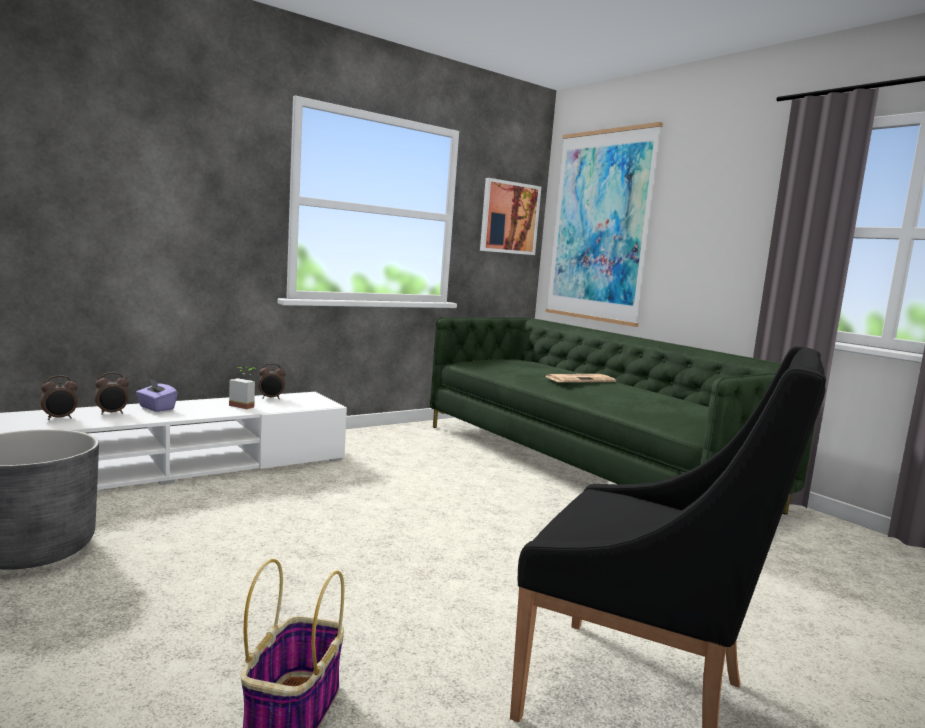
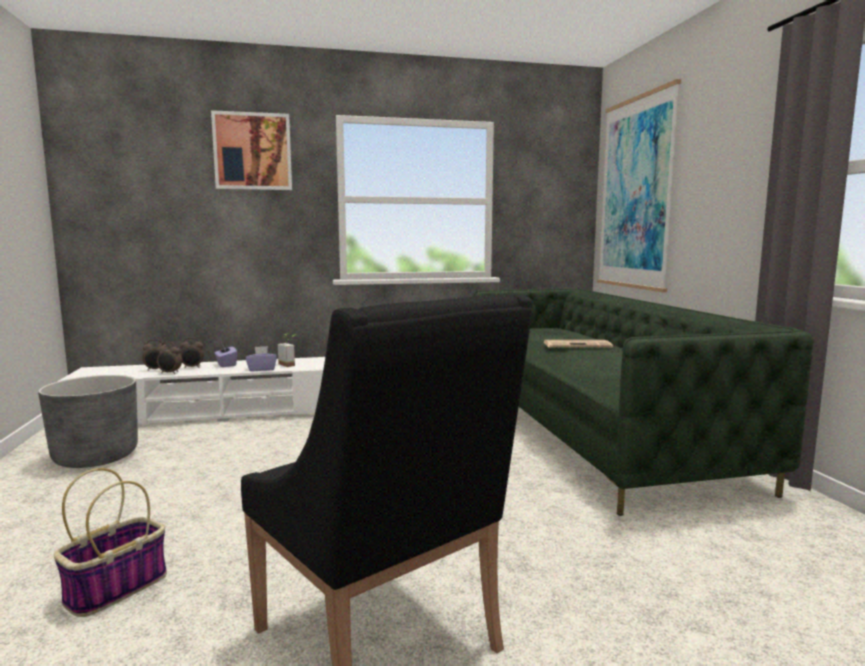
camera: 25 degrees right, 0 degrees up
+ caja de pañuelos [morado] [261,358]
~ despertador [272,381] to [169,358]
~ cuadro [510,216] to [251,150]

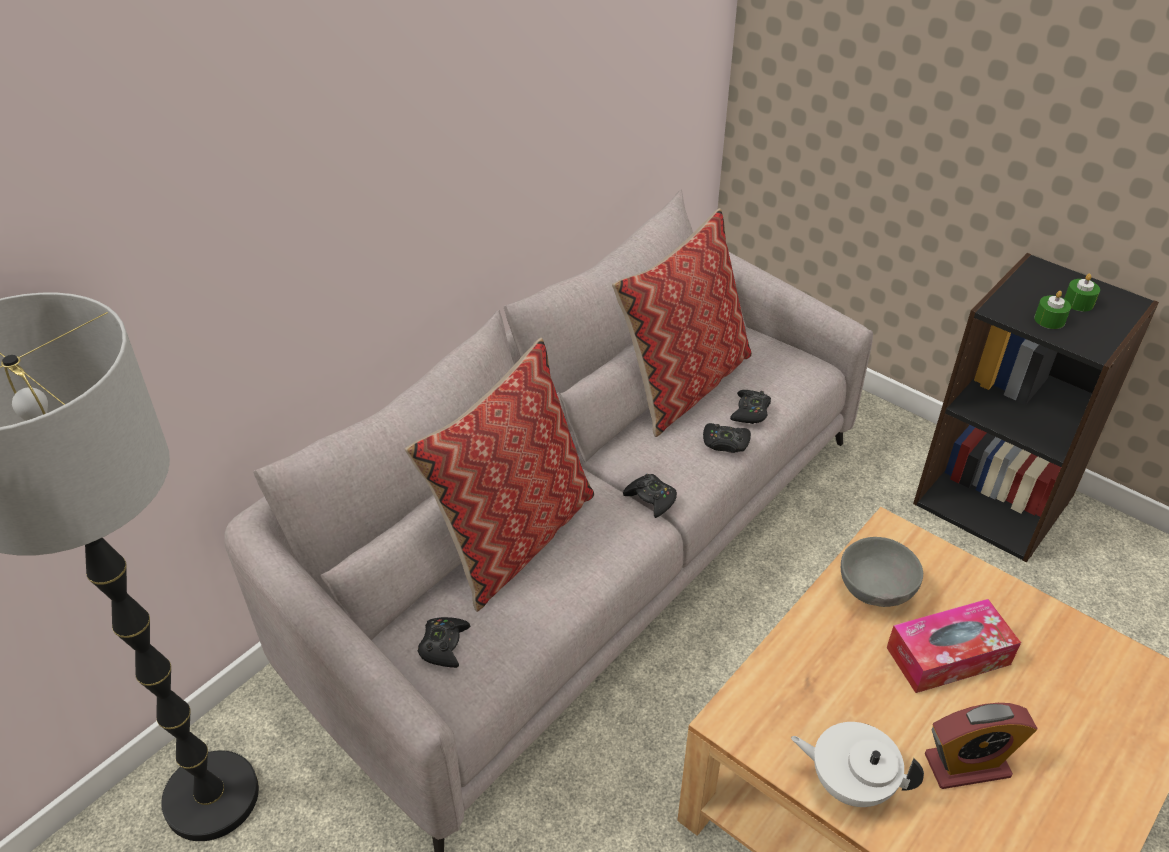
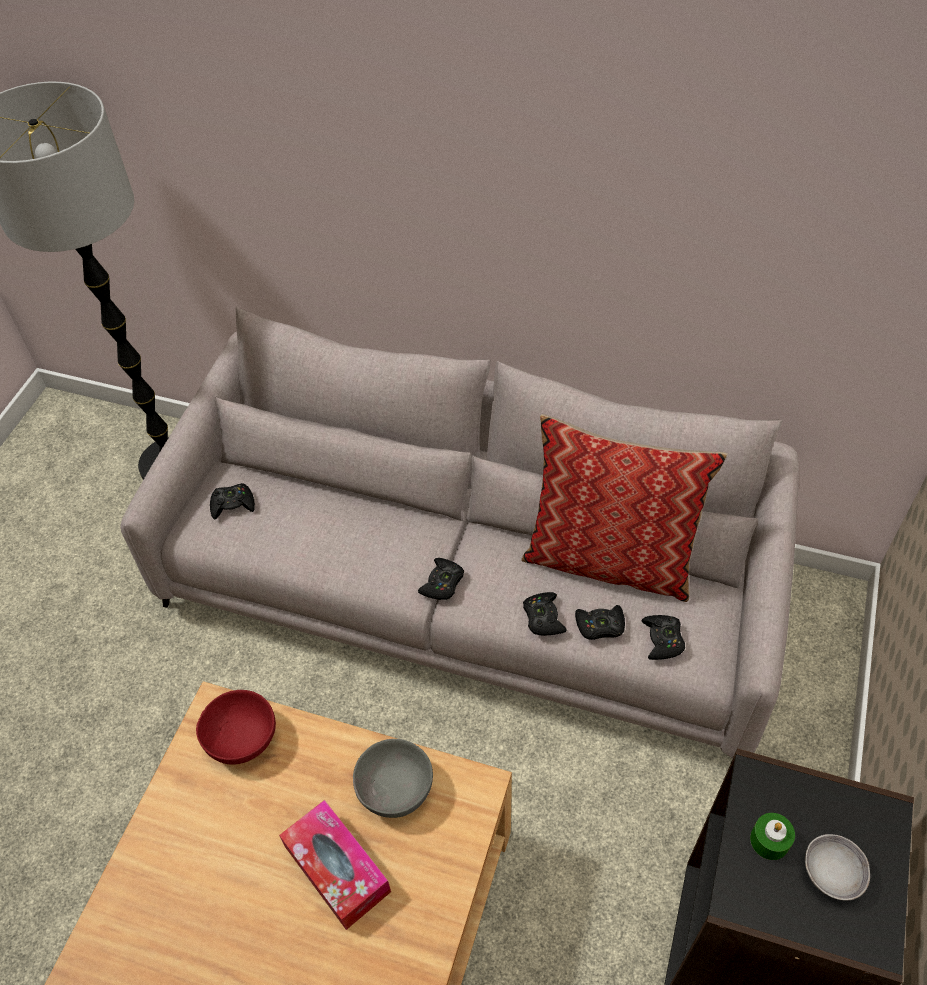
camera: 70 degrees right, 10 degrees up
- cojín [499,474]
- tetera [blanco] [857,764]
- despertador [981,746]
+ cuenco [rojo] [236,727]
+ mando de consola [negro] [663,637]
~ vela [verde] [1082,292] to cuenco [gris] [837,867]

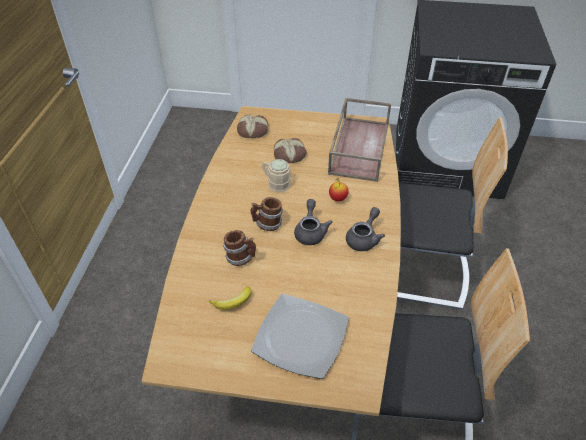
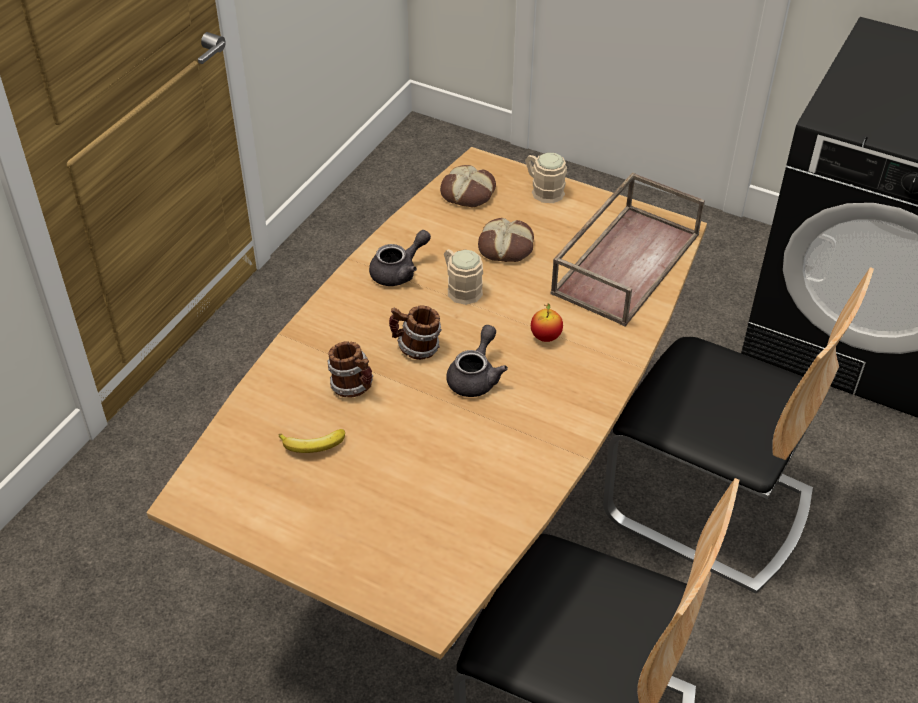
camera: 20 degrees right, 0 degrees up
- plato [300,336]
+ taza grande [beis] [546,177]
~ tetera [gris] [365,229] to [400,258]

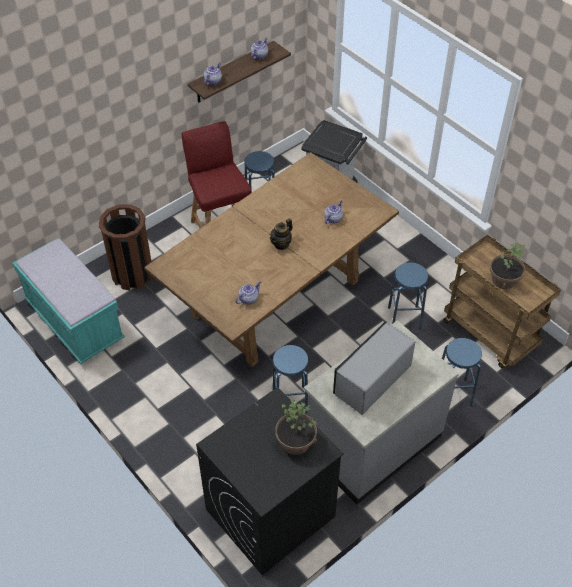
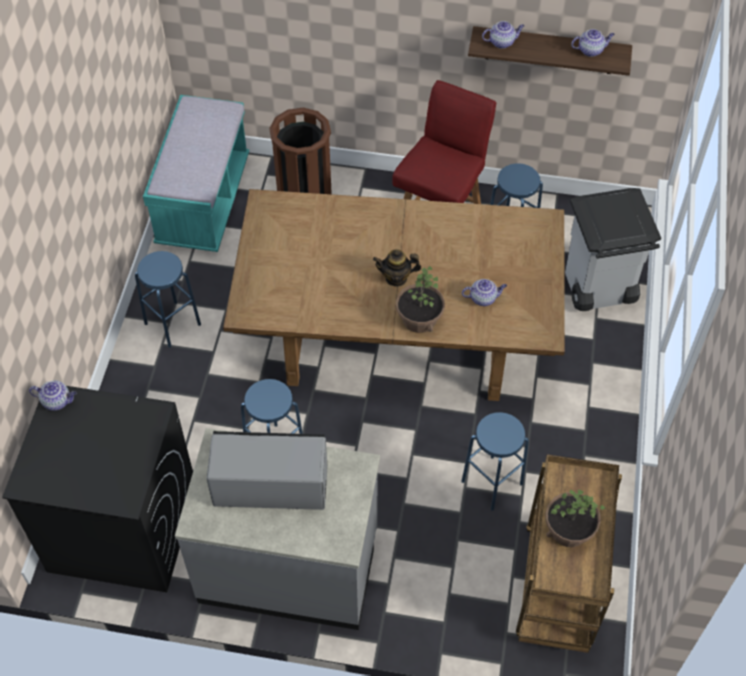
camera: 50 degrees right, 5 degrees up
~ tetera [248,293] to [52,396]
~ planta en maceta [296,427] to [420,299]
~ taburete [azul] [462,372] to [168,299]

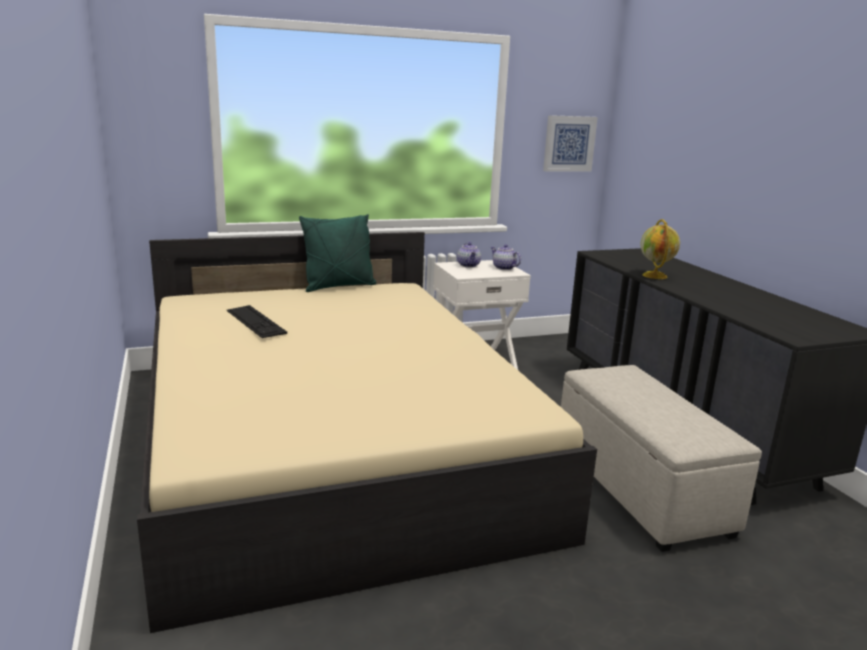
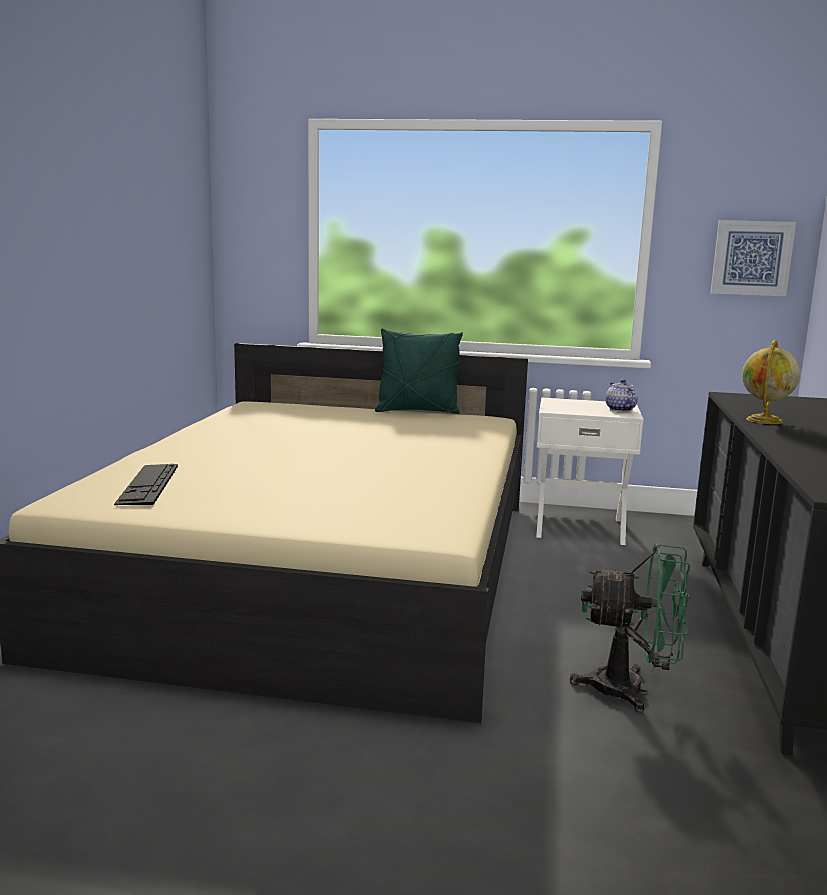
camera: 30 degrees right, 5 degrees down
- tetera [469,255]
~ teclado [256,321] to [146,484]
~ puf [beis] [661,458] to ventilador [verde] [630,628]

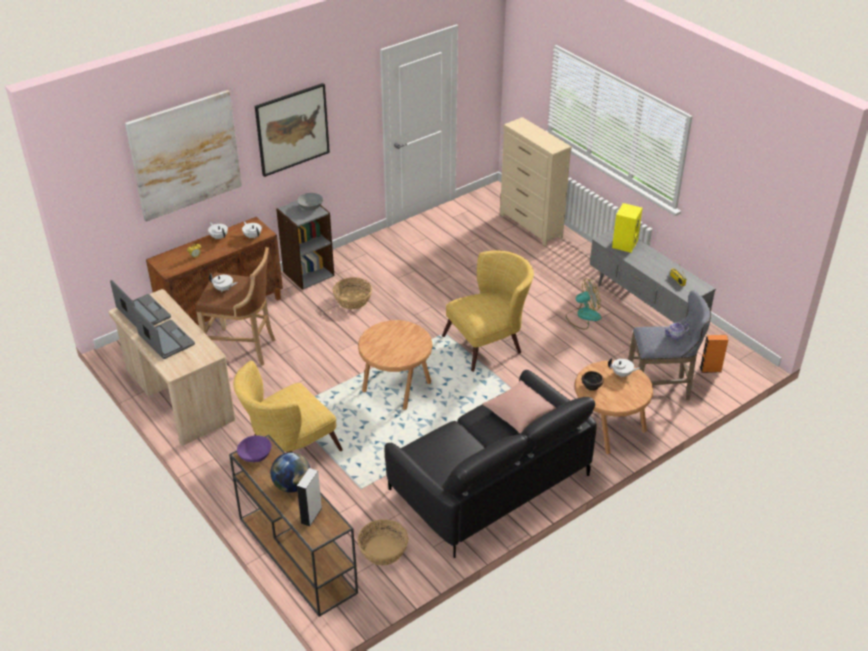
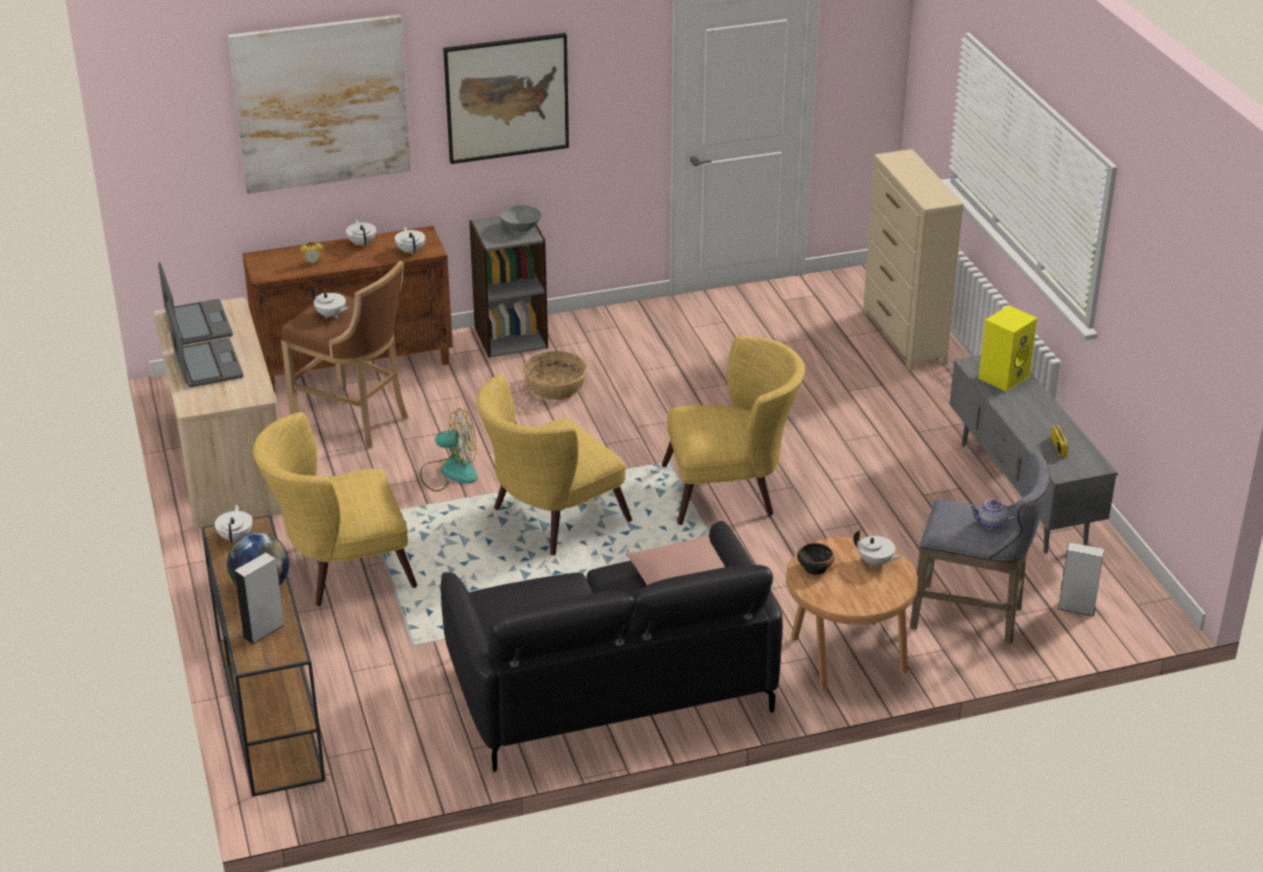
camera: 20 degrees right, 5 degrees down
- cesta [382,542]
~ ventilador [583,303] to [449,450]
~ cuenco [morado] [254,448] to tetera [blanco] [234,524]
~ mesa auxiliar [marrón] [395,365] to sillón [amarillo] [554,464]
~ altavoz [naranja] [714,354] to altavoz [gris] [1081,579]

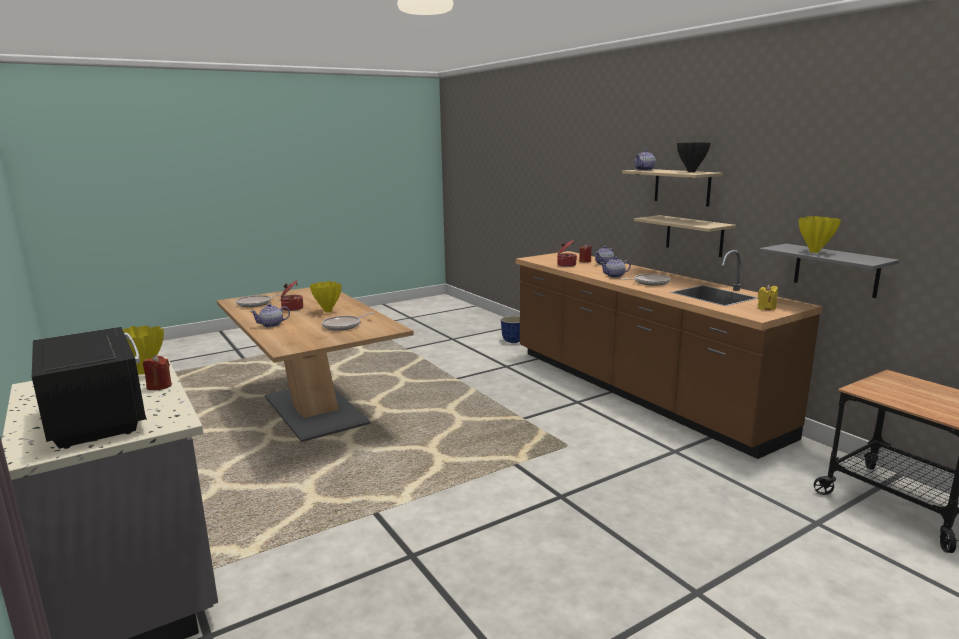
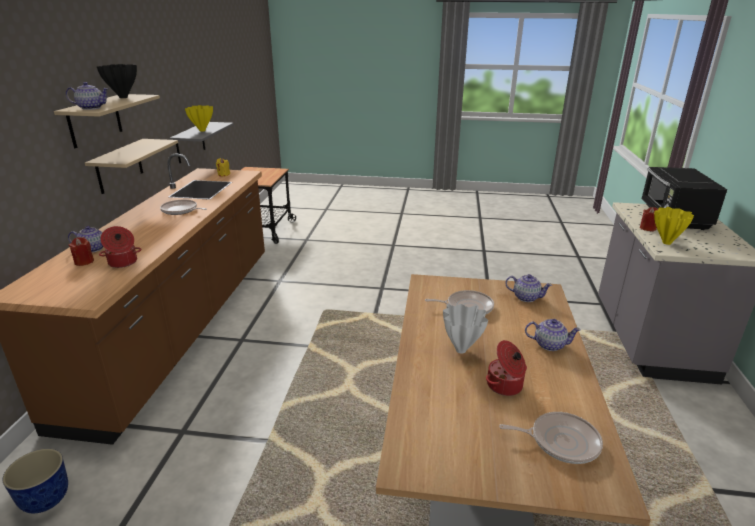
camera: 140 degrees left, 10 degrees up
~ tetera [615,267] to [528,288]
~ florero [amarillo] [325,297] to florero [blanco] [465,329]

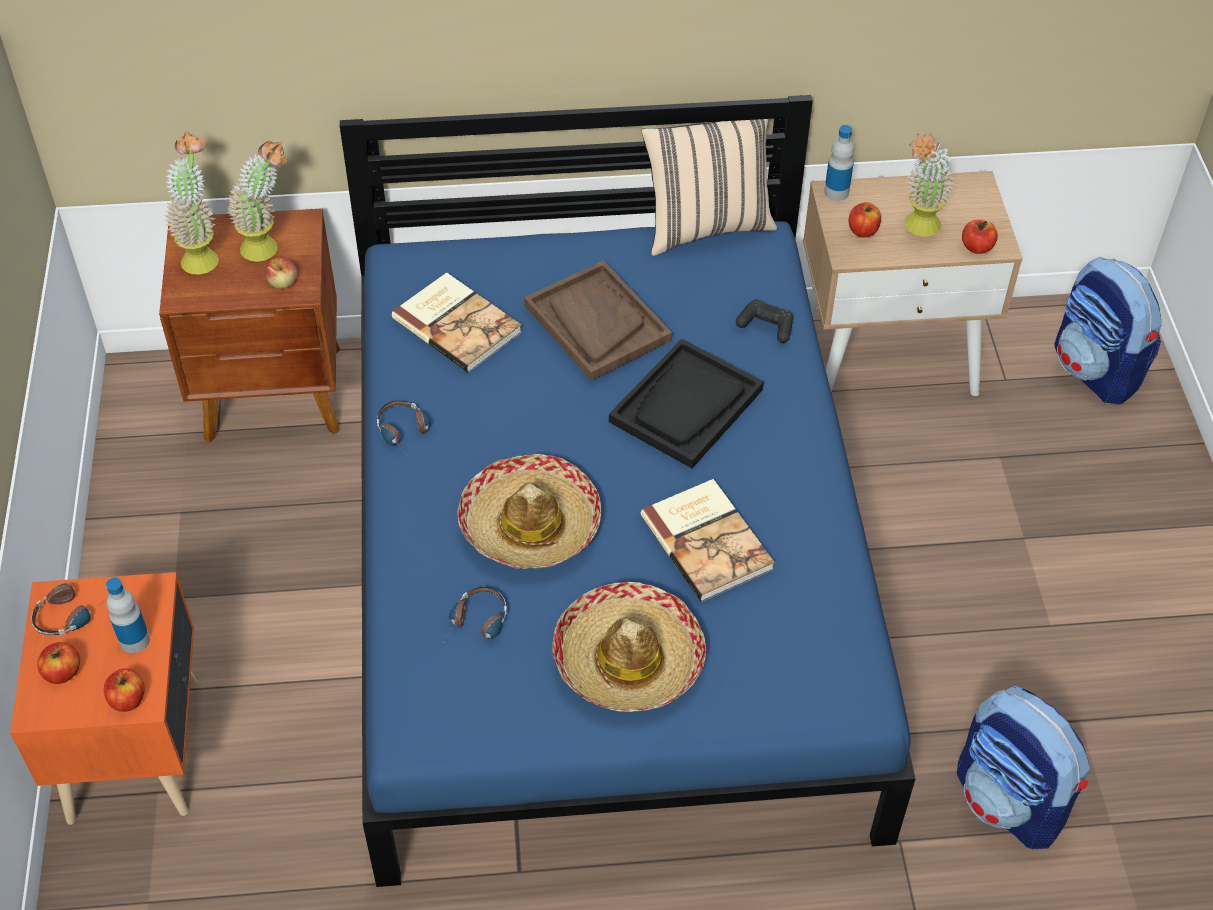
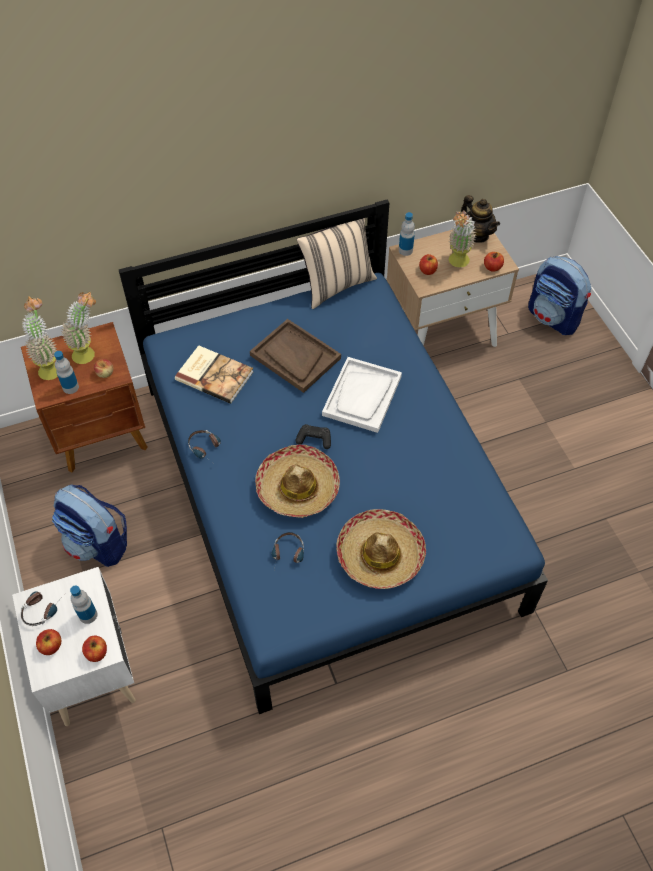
camera: 15 degrees left, 5 degrees up
- libro [708,540]
+ botella [66,372]
+ tetera [480,219]
~ mando de consola [negro] [764,321] to [313,436]
~ mochila [1023,767] to [89,526]
~ mesita de noche [naranja] [103,698] to mesita de noche [blanco] [73,646]
~ bandeja [negro] [686,403] to bandeja [blanco] [362,395]

